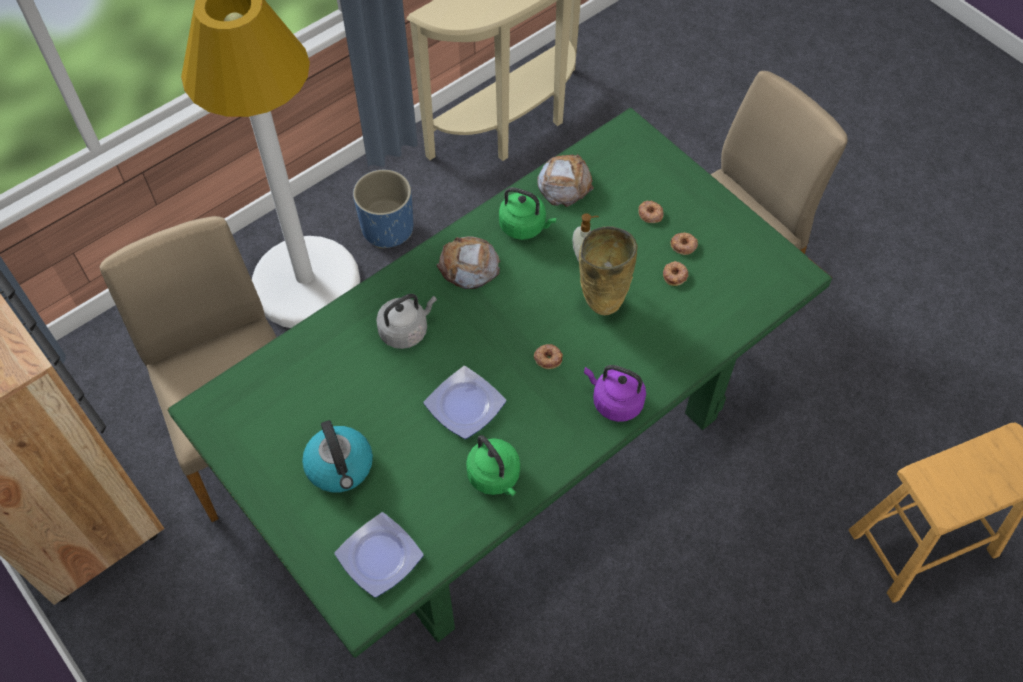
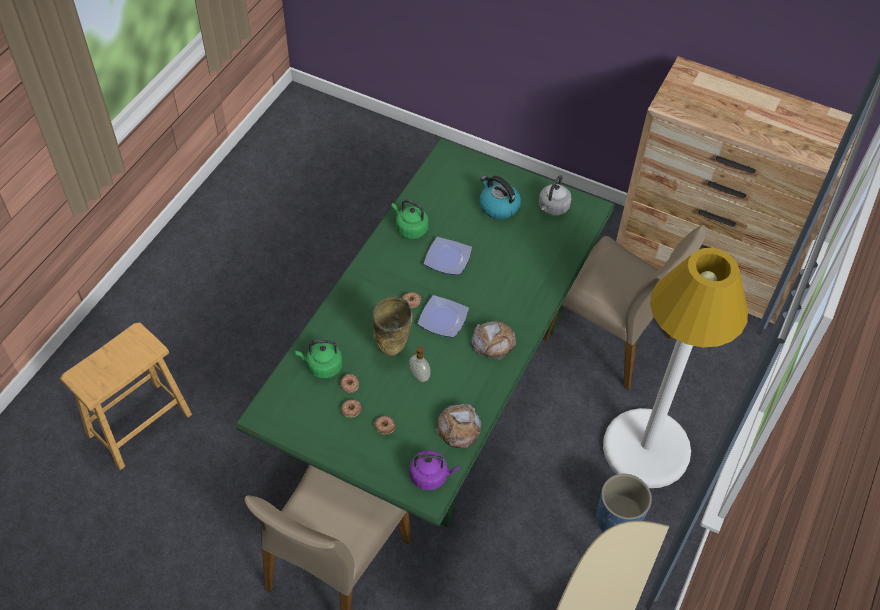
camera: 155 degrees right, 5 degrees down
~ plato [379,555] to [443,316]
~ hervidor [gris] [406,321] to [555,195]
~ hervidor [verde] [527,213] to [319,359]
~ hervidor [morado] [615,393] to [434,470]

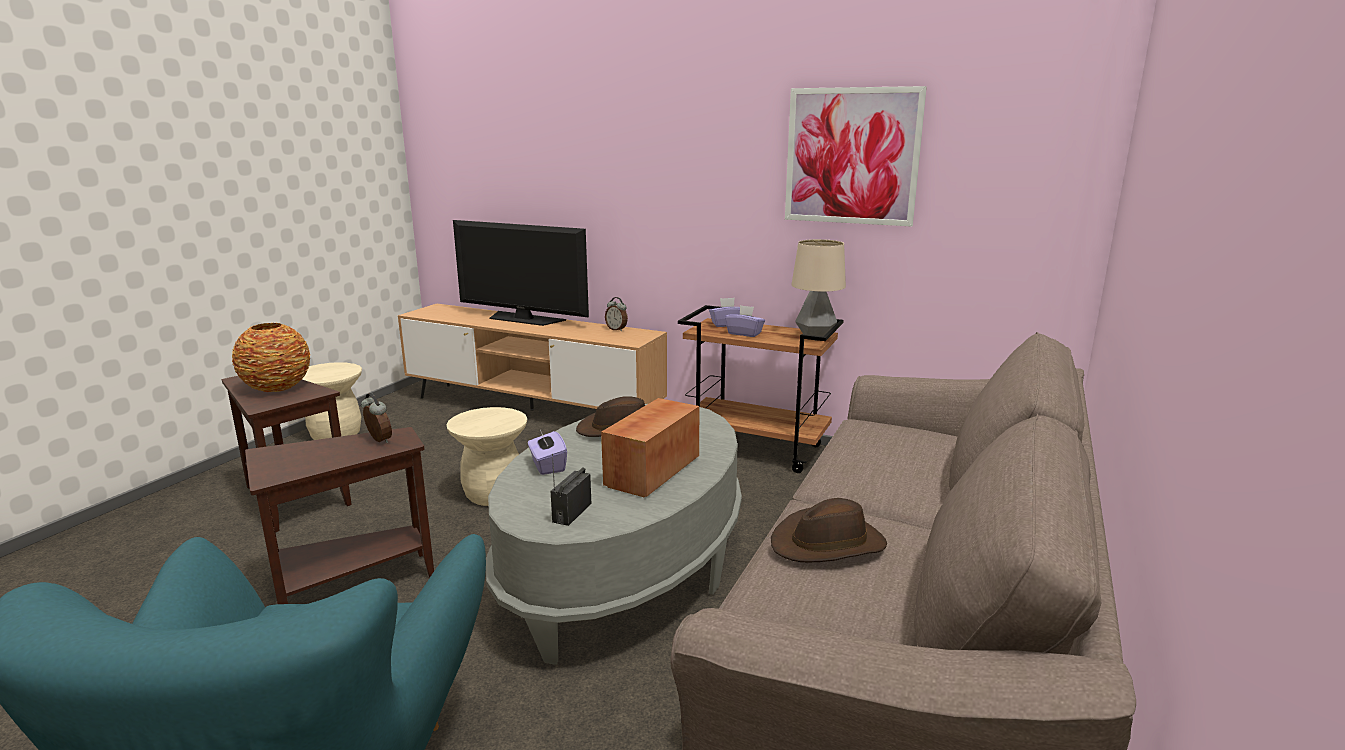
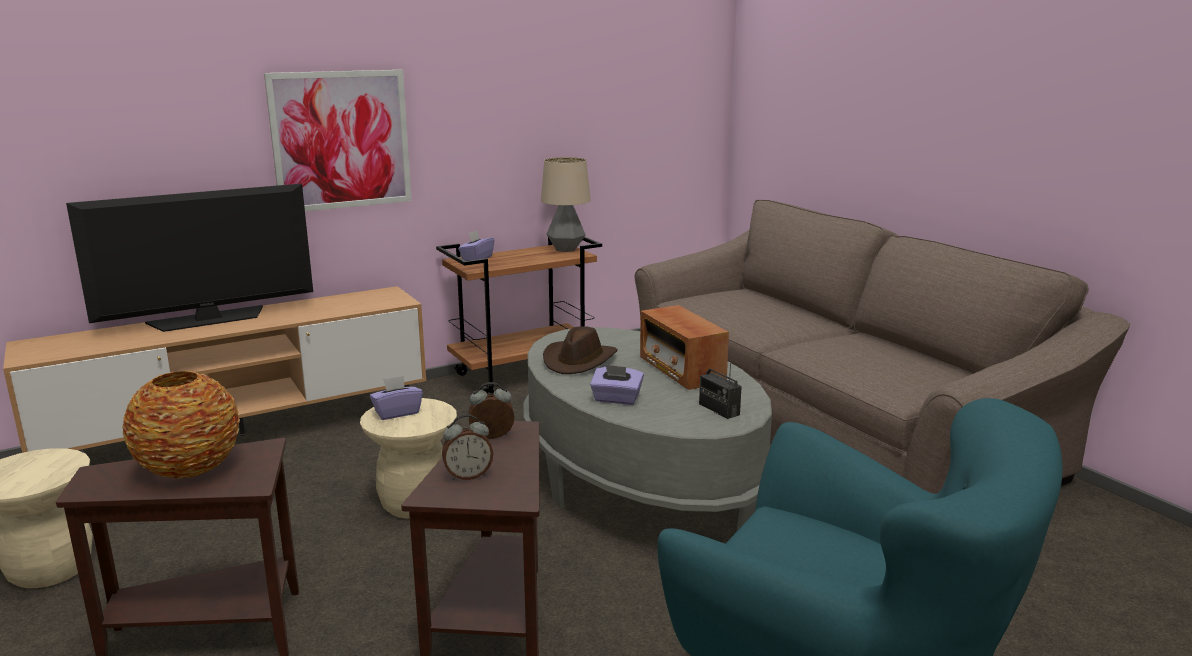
camera: 55 degrees left, 0 degrees up
- sombrero [marrón] [829,530]
~ despertador [616,314] to [467,447]
~ caja de pañuelos [morado] [745,321] to [396,398]
~ cuadro [856,156] to [338,140]

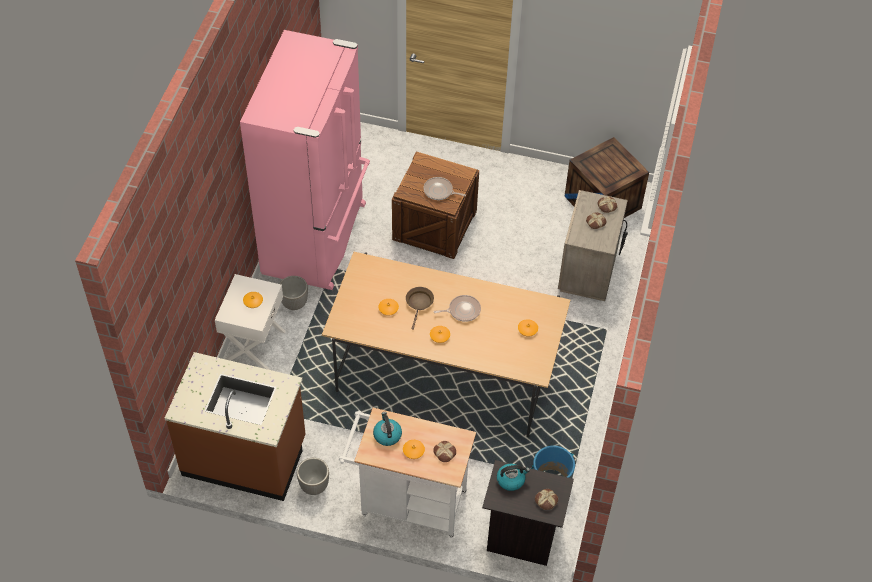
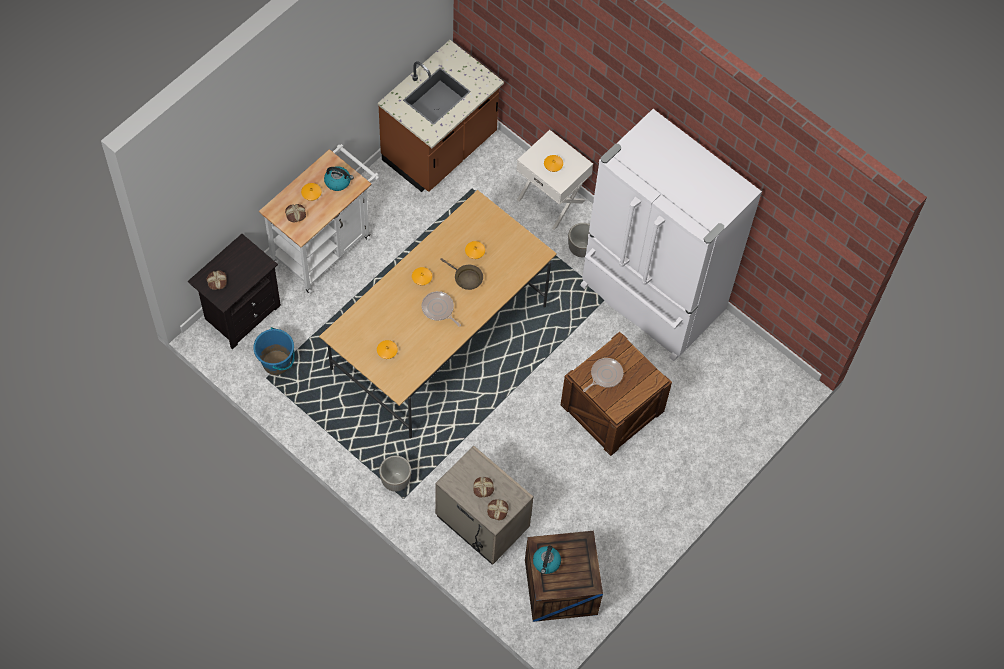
camera: 115 degrees right, 10 degrees up
~ maceta [313,476] to [395,473]
~ hervidor [513,477] to [547,559]
~ nevera [rosa] [305,160] to nevera [blanco] [671,235]
~ sartén [457,308] = [441,309] 120 degrees clockwise

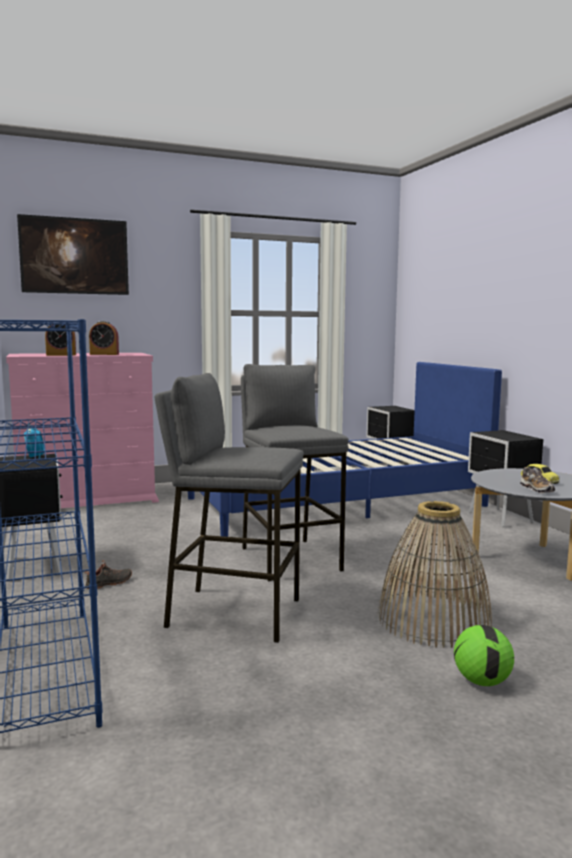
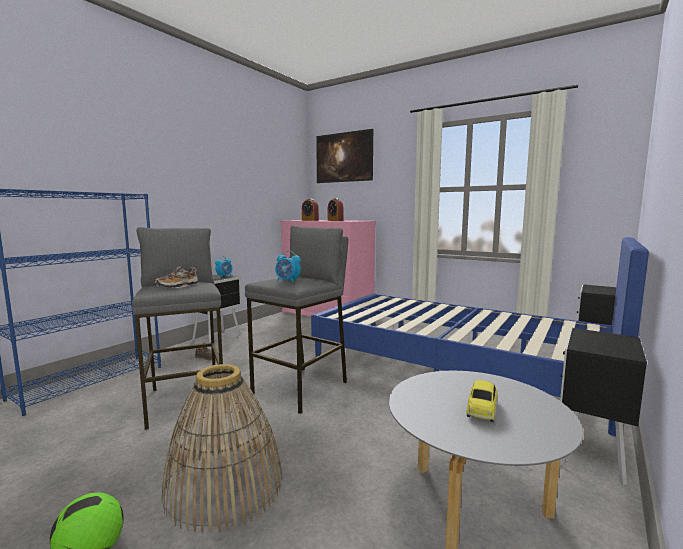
camera: 55 degrees right, 0 degrees up
+ despertador [288,266]
~ zapato [537,480] to [177,277]

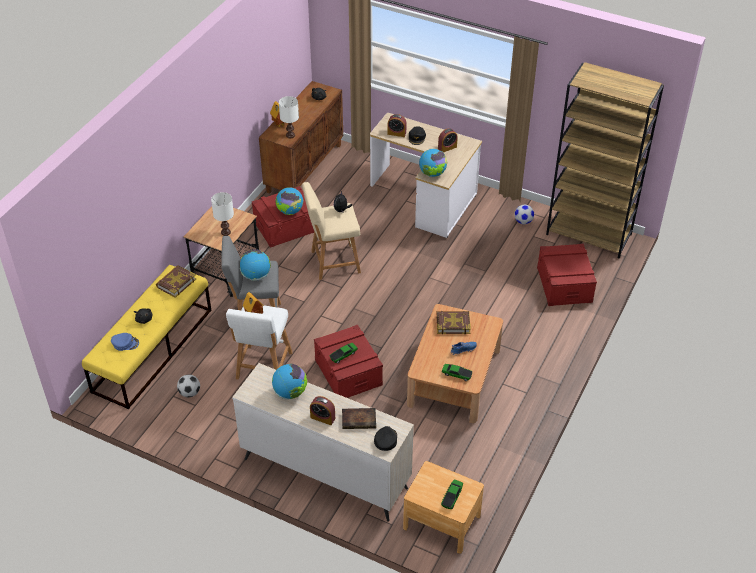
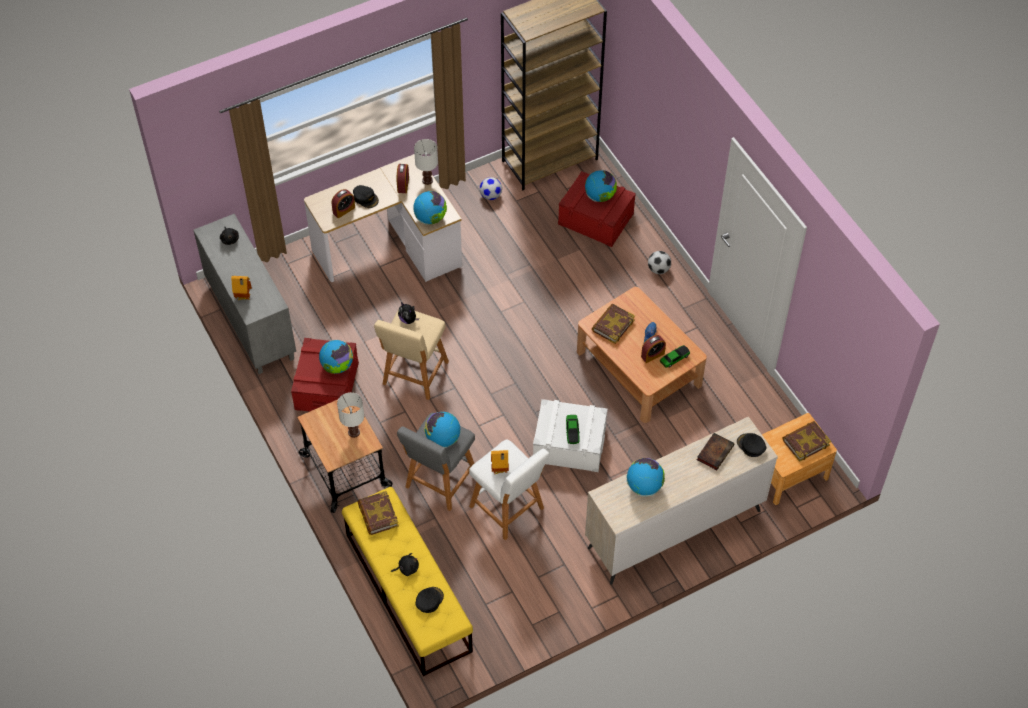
camera: 55 degrees left, 10 degrees up
+ globo terráqueo [601,186]
~ balón de fútbol [188,386] to [659,262]
~ lámpara de mesa [blanco] [289,117] to [426,162]
~ despertador [322,410] to [653,349]
~ coche de juguete [452,494] to libro [807,441]
~ gorra [azul] [125,342] to gorra [negro] [429,600]
~ armario [marrón] [301,137] to armario [gris] [244,294]
~ caja de almacenaje [rojo] [348,361] to caja de almacenaje [blanco] [570,435]

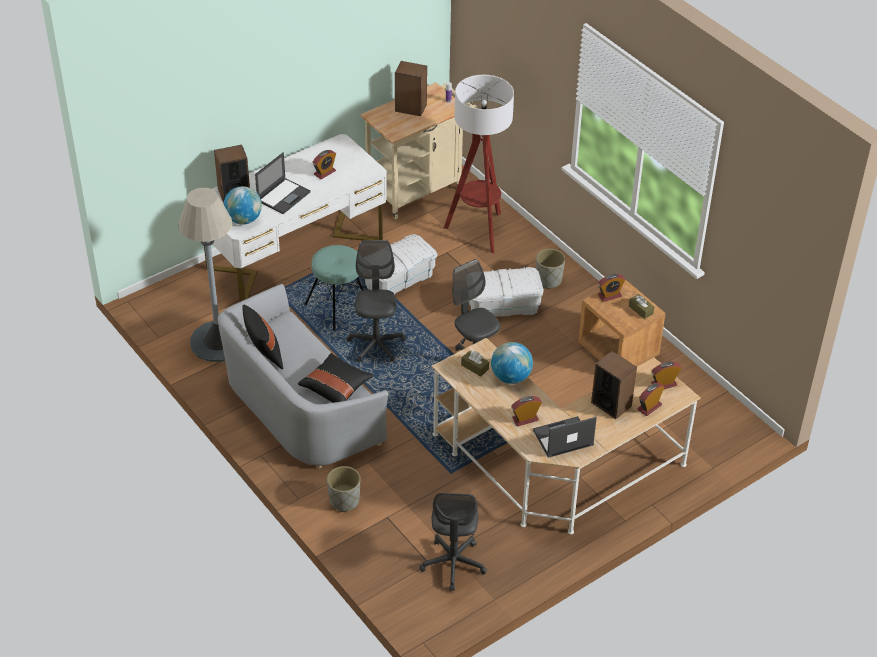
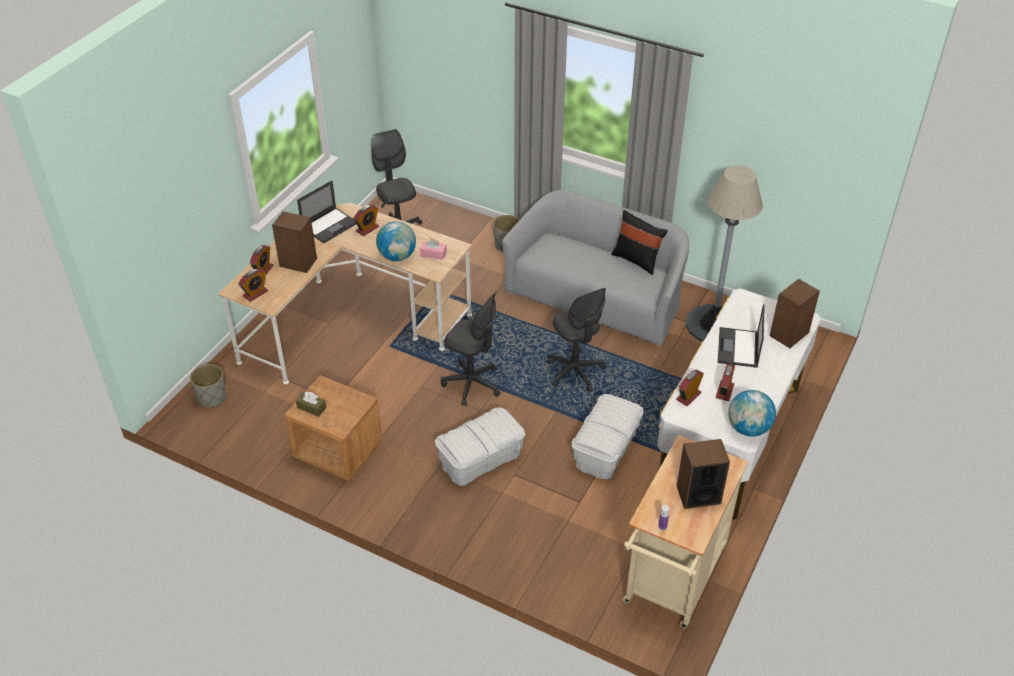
camera: 155 degrees right, 0 degrees up
- cojín [negro] [336,378]
- taburete [turquesa] [334,288]
- lámpara de pie [479,164]
~ globo terráqueo [242,205] to [752,413]
~ maceta [gris] [550,269] to [208,386]
~ despertador [611,288] to [690,388]
~ caja de pañuelos [marrón] [475,363] to caja de pañuelos [rosa] [433,249]

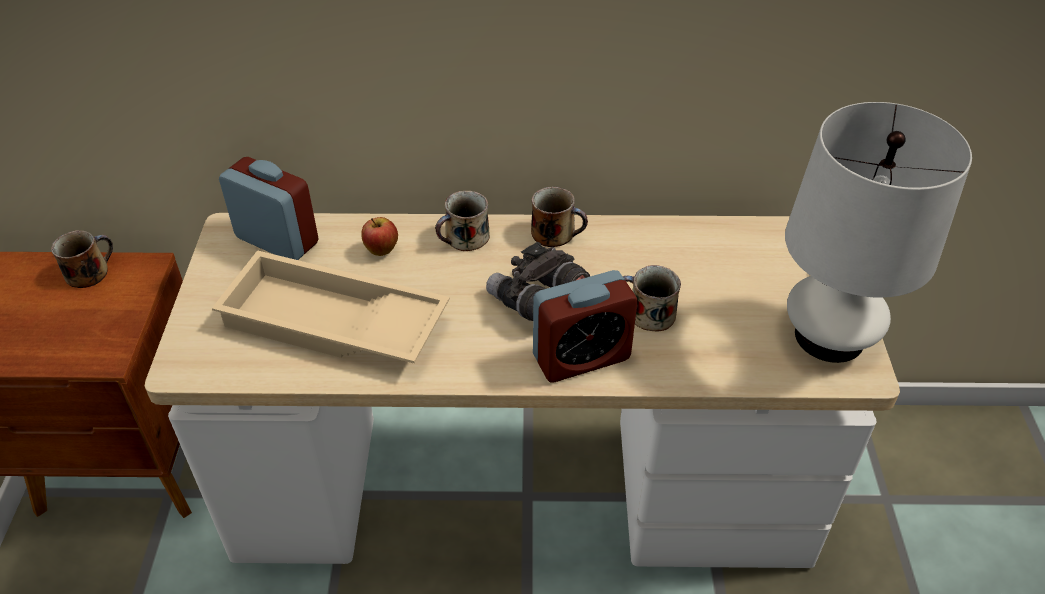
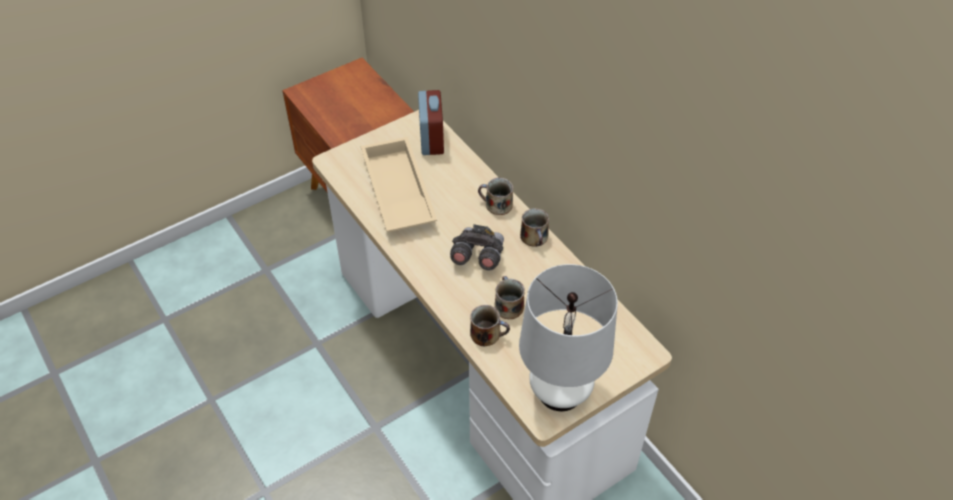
camera: 55 degrees right, 5 degrees up
- manzana [379,236]
- despertador [585,326]
~ taza grande [82,259] to [490,325]

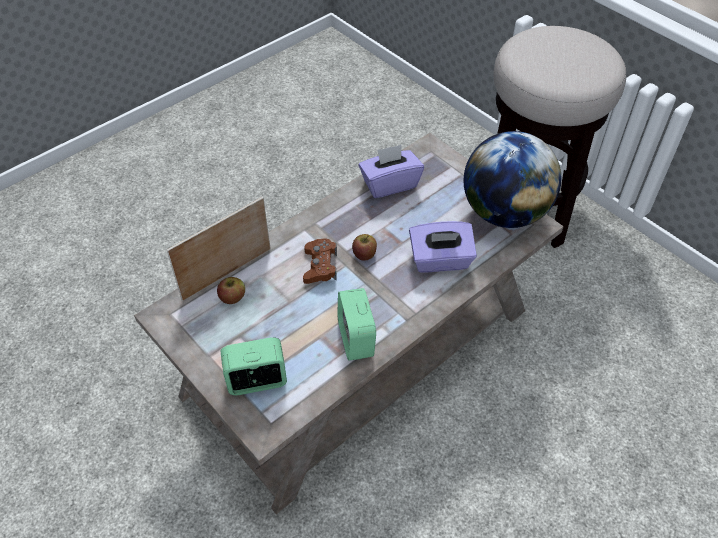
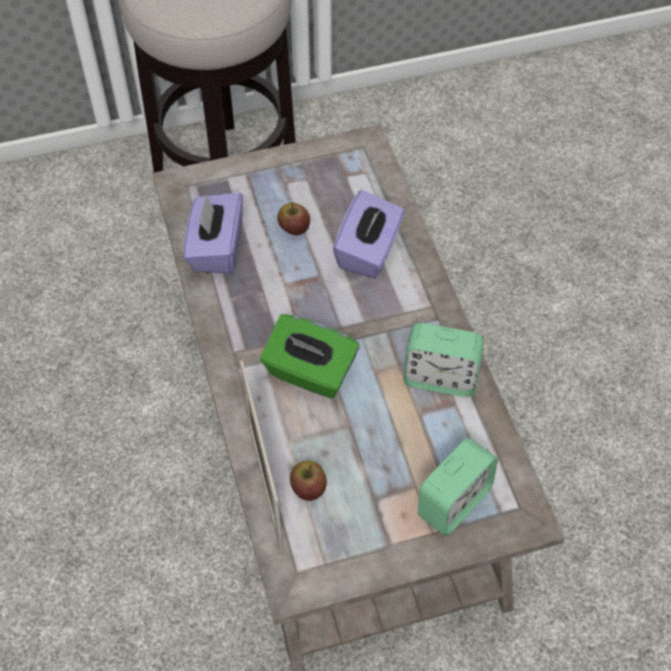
camera: 65 degrees left, 5 degrees up
- globo terráqueo [512,179]
~ manzana [364,247] to [293,219]
~ mando de consola [marrón] [320,261] to caja de pañuelos [verde] [310,356]
~ despertador [254,366] = [458,487] 150 degrees counterclockwise

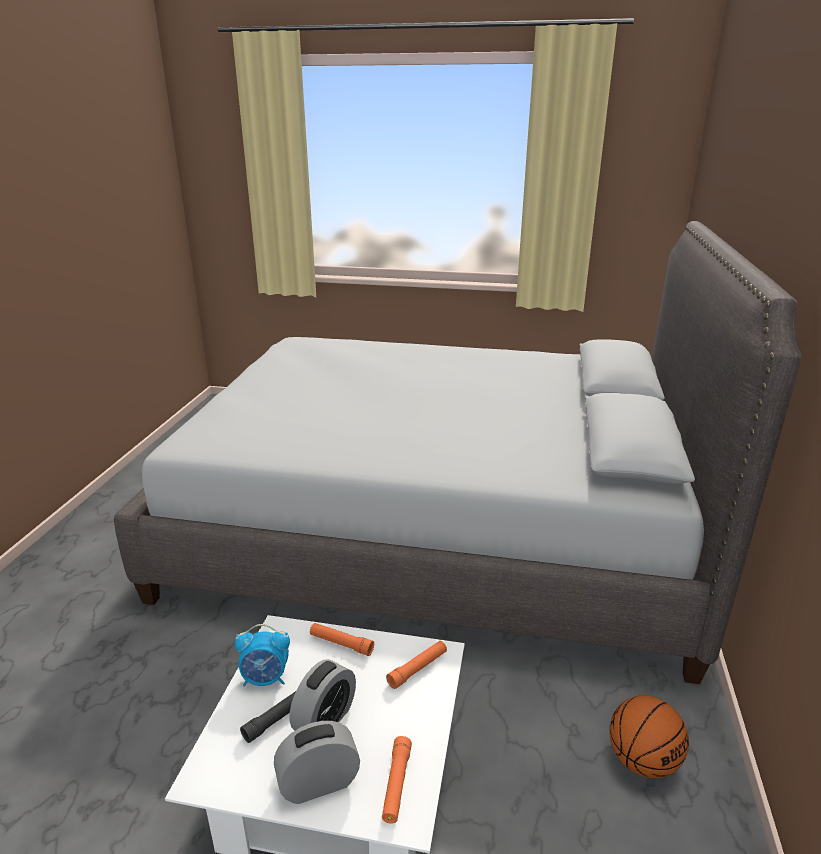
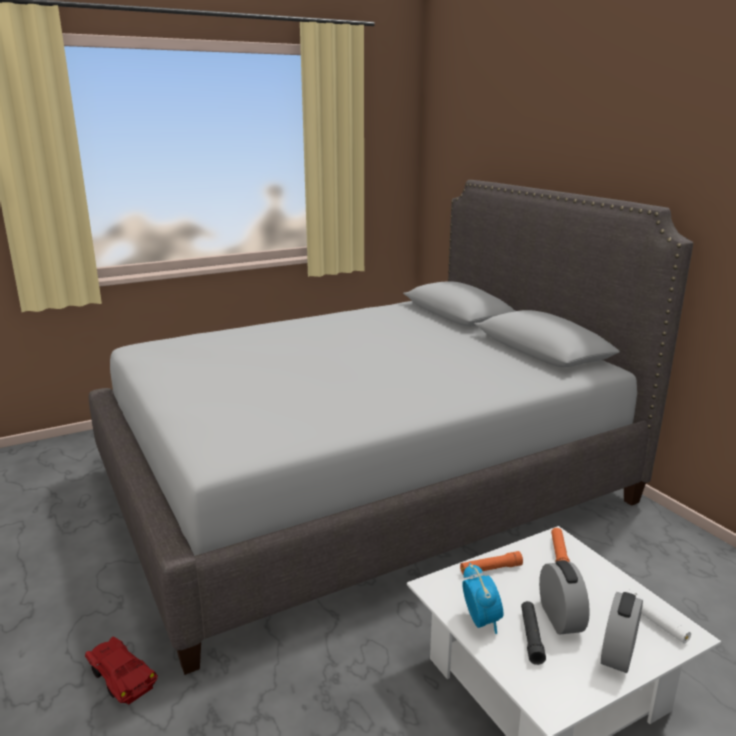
camera: 40 degrees left, 5 degrees down
- balón de baloncesto [649,736]
+ coche de juguete [rojo] [121,670]
~ linterna [naranja] [397,780] to linterna [blanco] [658,616]
~ despertador [262,655] = [482,598] 60 degrees counterclockwise

